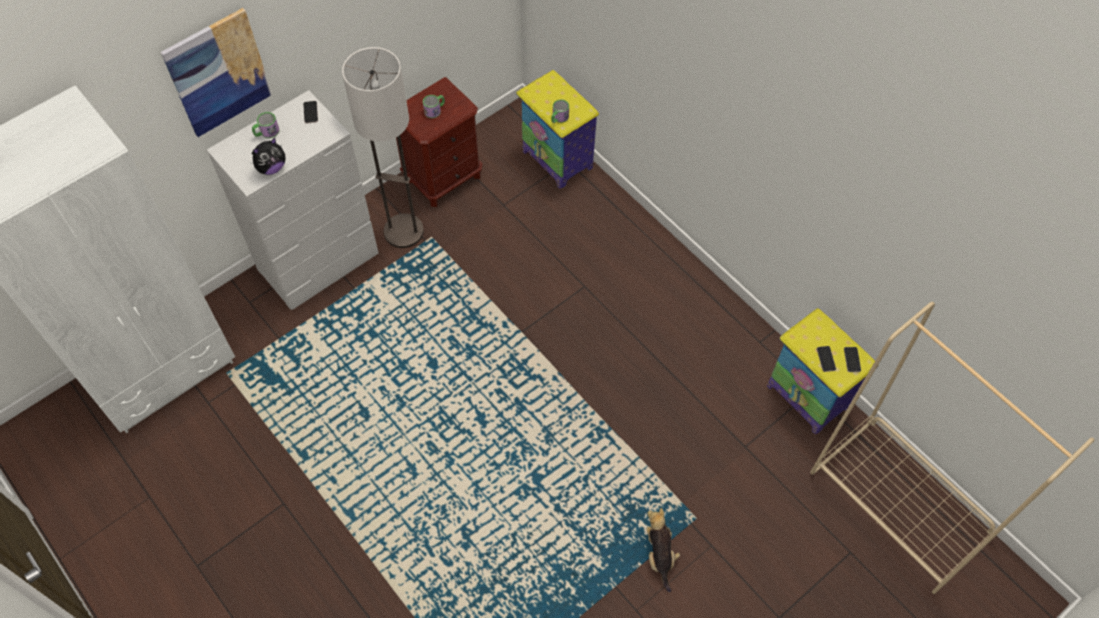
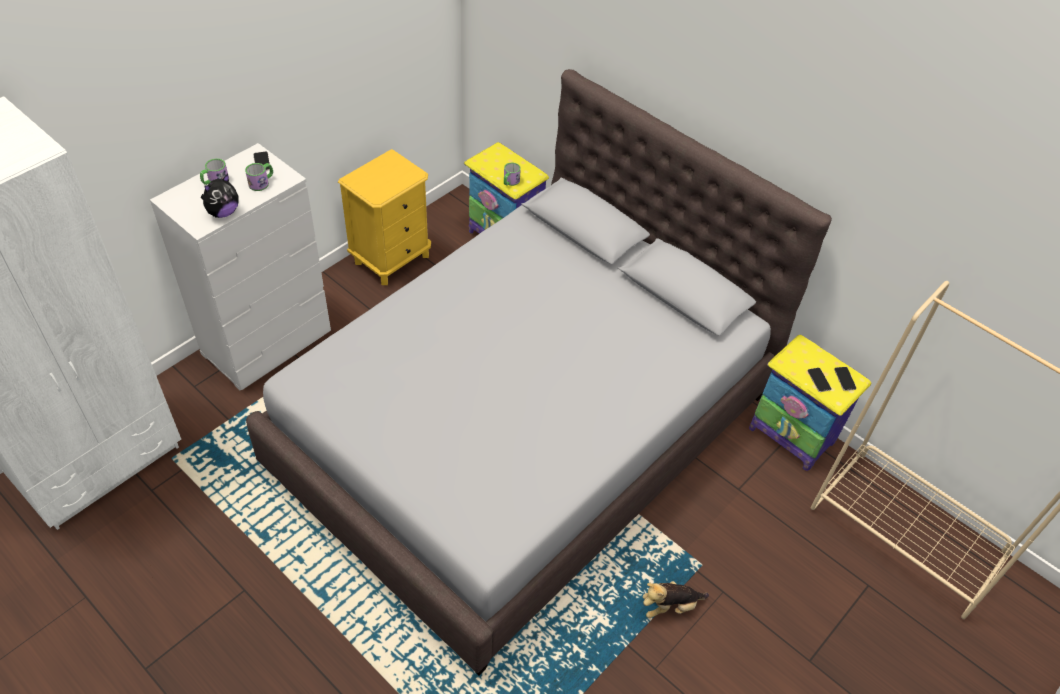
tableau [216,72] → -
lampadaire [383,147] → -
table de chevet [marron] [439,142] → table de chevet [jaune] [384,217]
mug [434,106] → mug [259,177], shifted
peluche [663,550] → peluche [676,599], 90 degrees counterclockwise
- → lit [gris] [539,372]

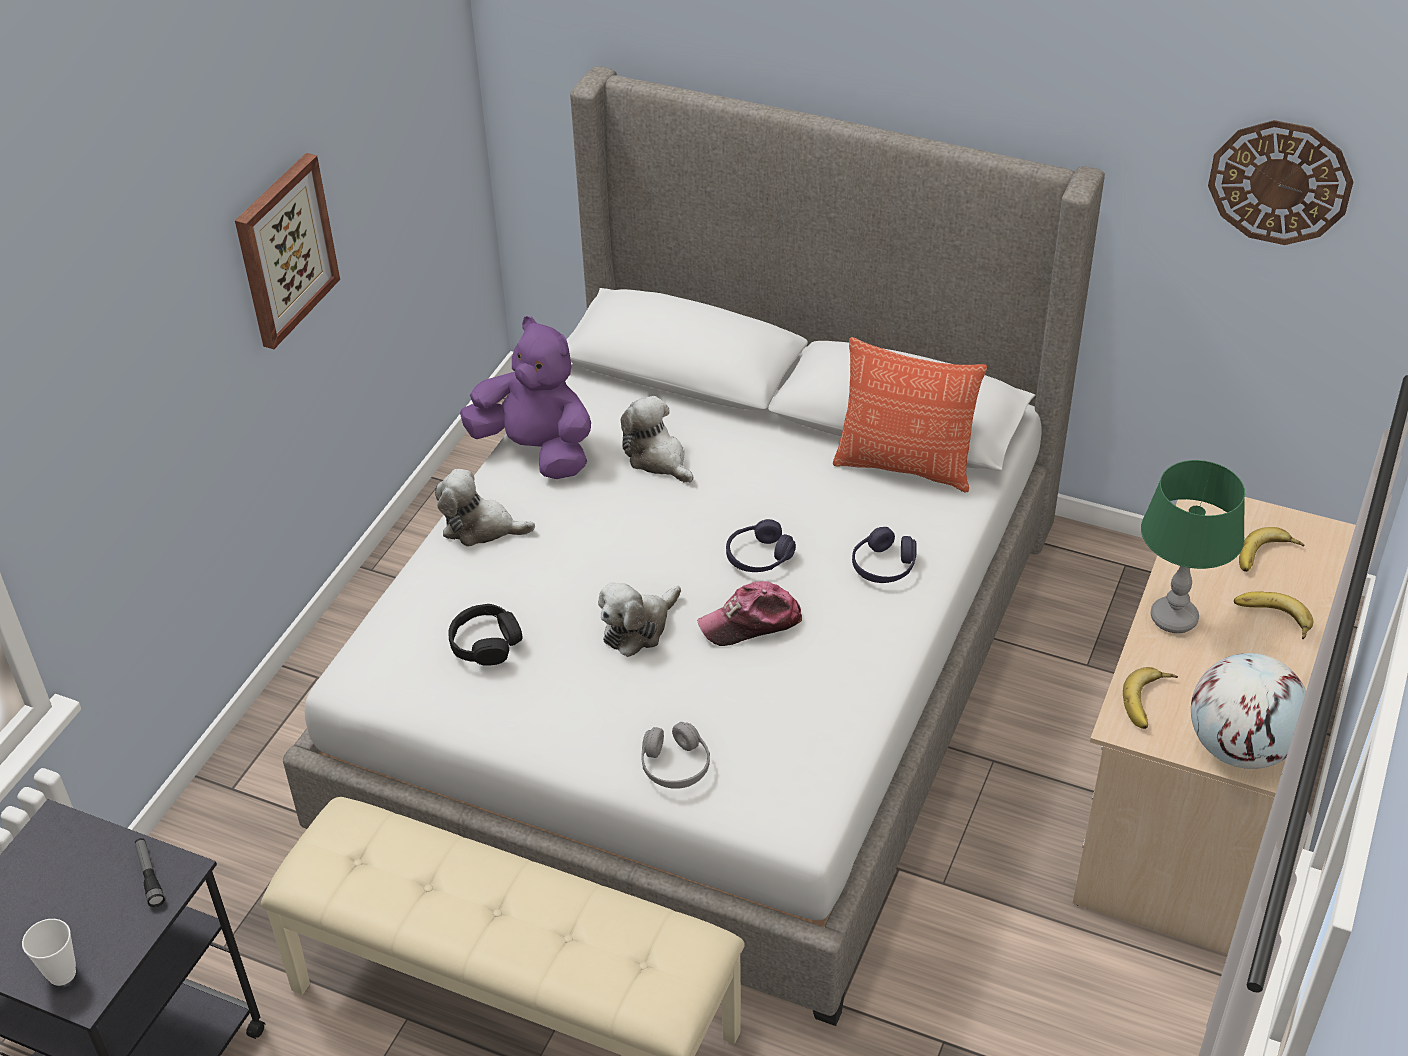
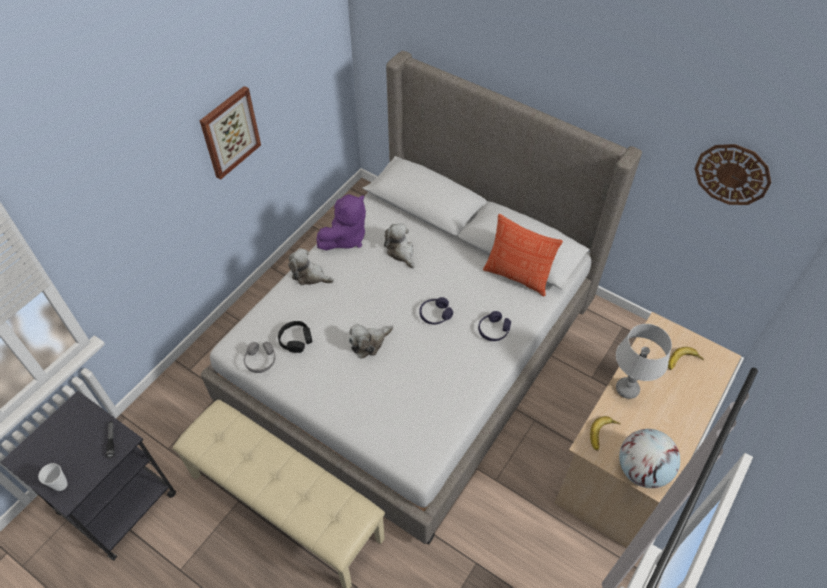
peluche [violet] [525,397] → peluche [violet] [341,222], 90 degrees clockwise
casque audio [gris] [675,755] → casque audio [gris] [259,357], shifted
casquette [749,613] → -
lampe de table [vert] [1193,546] → lampe de table [gris] [644,361]
banane [1273,615] → -

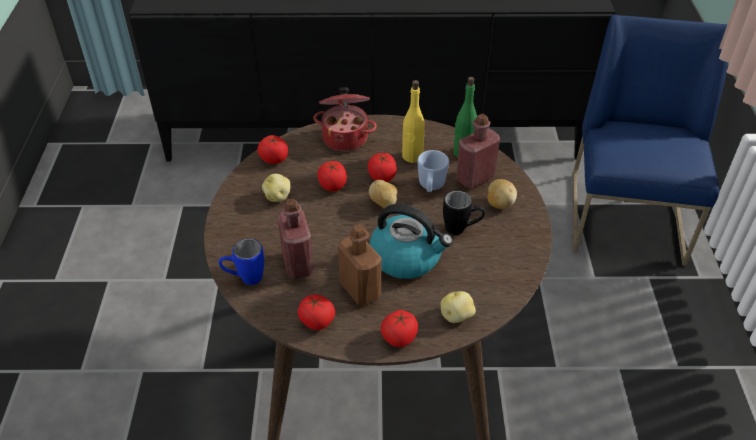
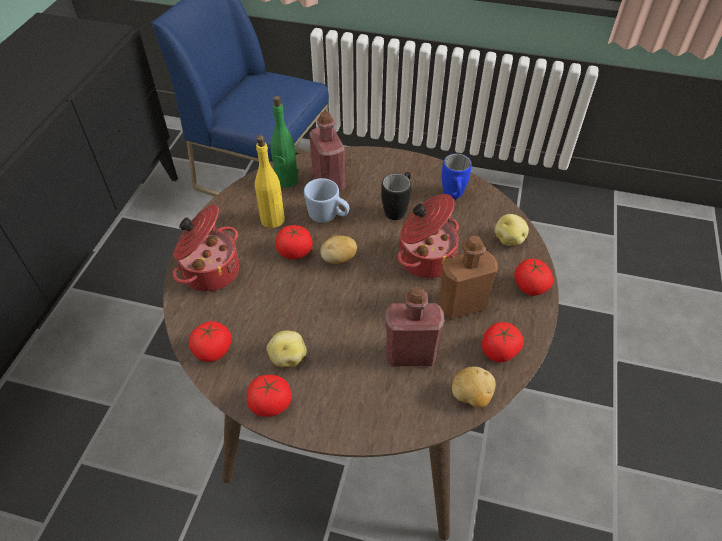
mug [bleu] [241,262] → mug [bleu] [456,176], shifted
tomate [332,176] → tomate [269,396], shifted
bouilloire [411,241] → marmite [428,236]
pomme de terre [502,194] → pomme de terre [474,387], shifted

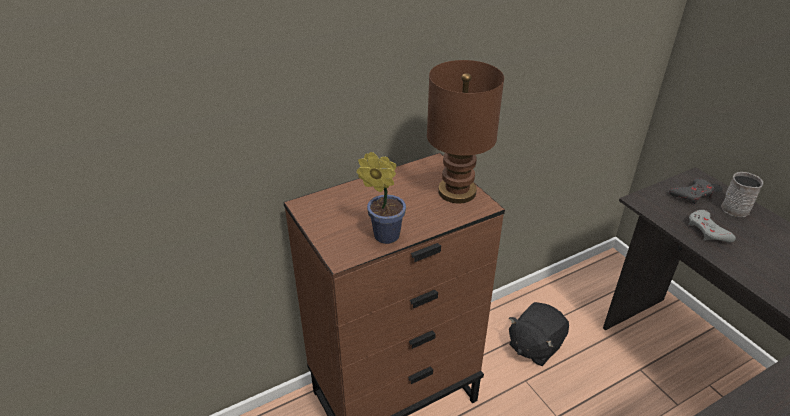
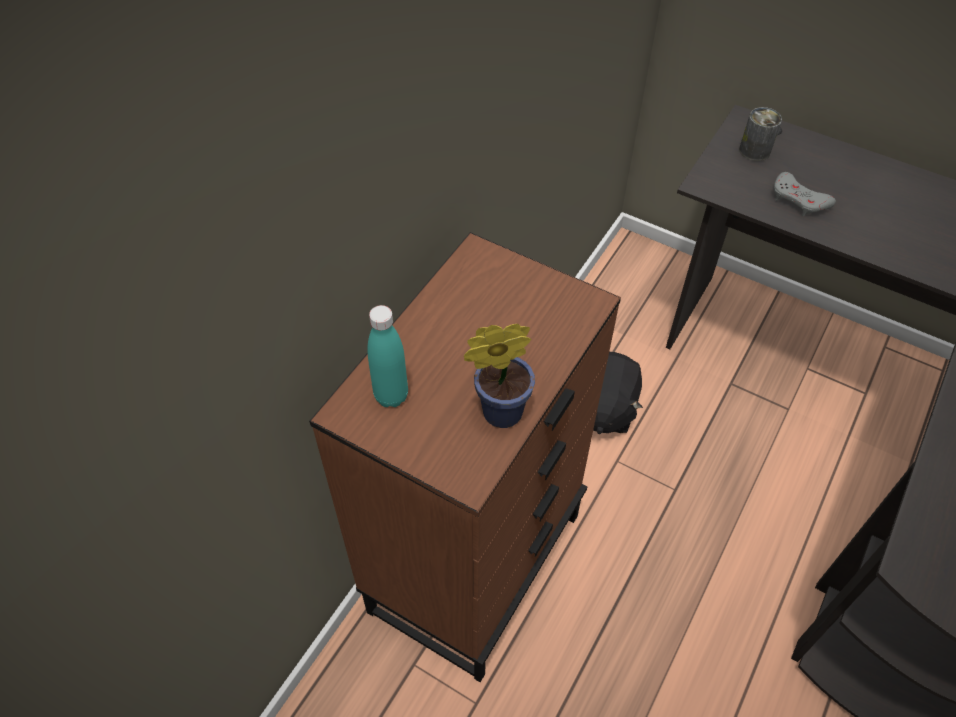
lampe de table [marron] [465,131] → -
manette [gris] [692,191] → boîte métallique [760,134]
mug [gris] [742,194] → -
- → bouteille [turquoise] [387,356]

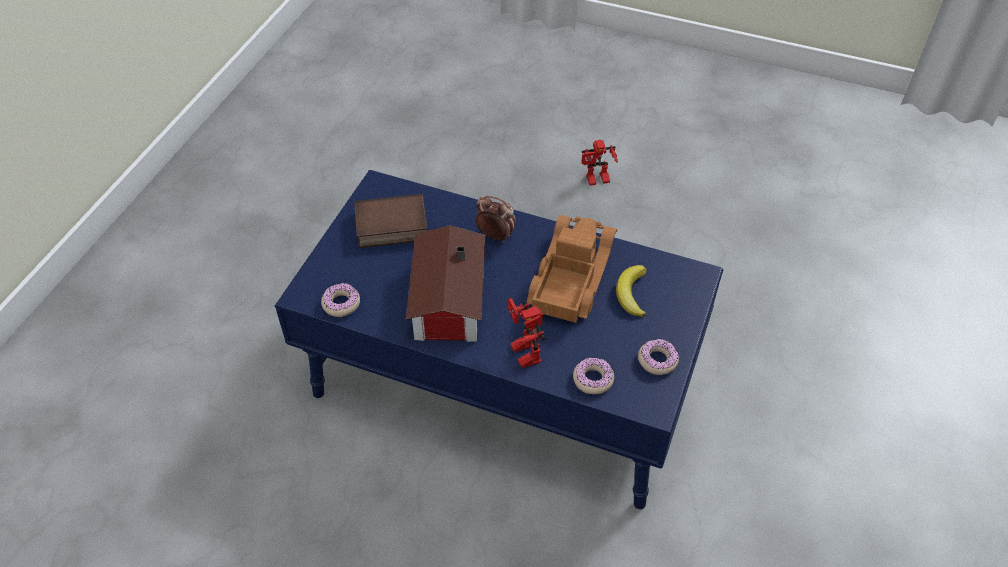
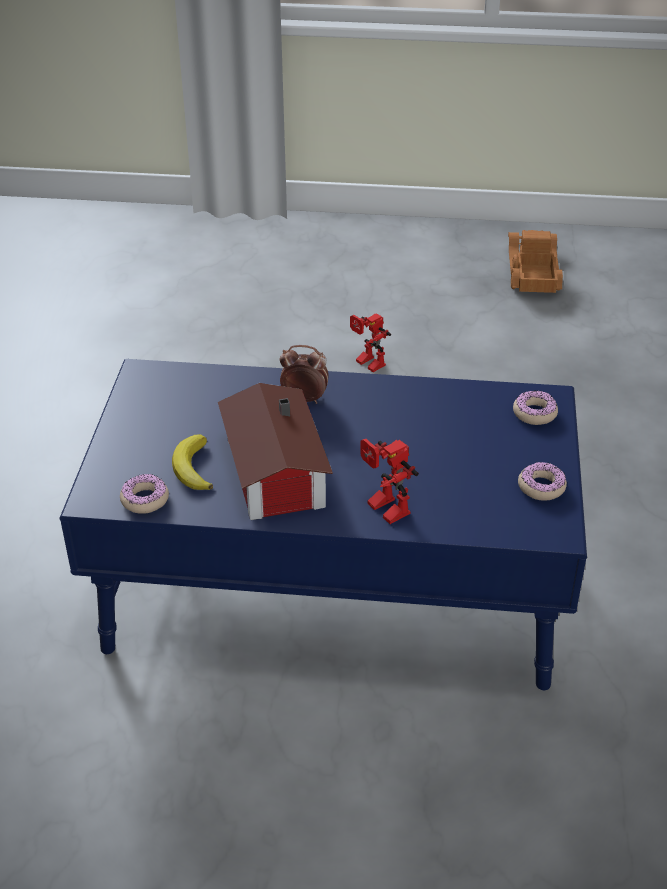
livre [390,221] → -
camion jouet [572,269] → camion jouet [535,261], shifted
beignet [593,375] → beignet [535,408], shifted
robot jouet [599,162] → robot jouet [370,342], 75 degrees clockwise
banane [631,291] → banane [192,462], shifted

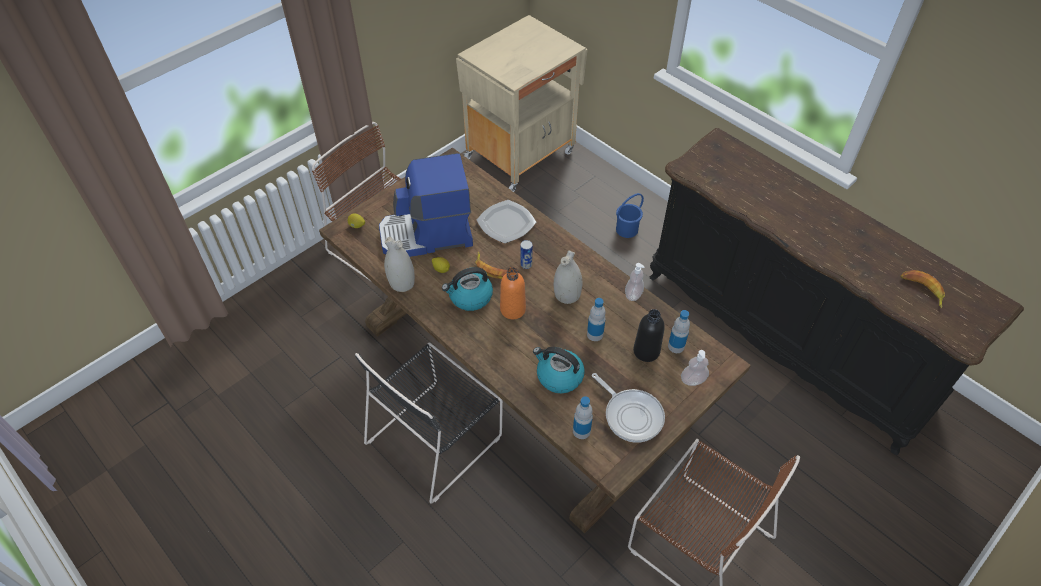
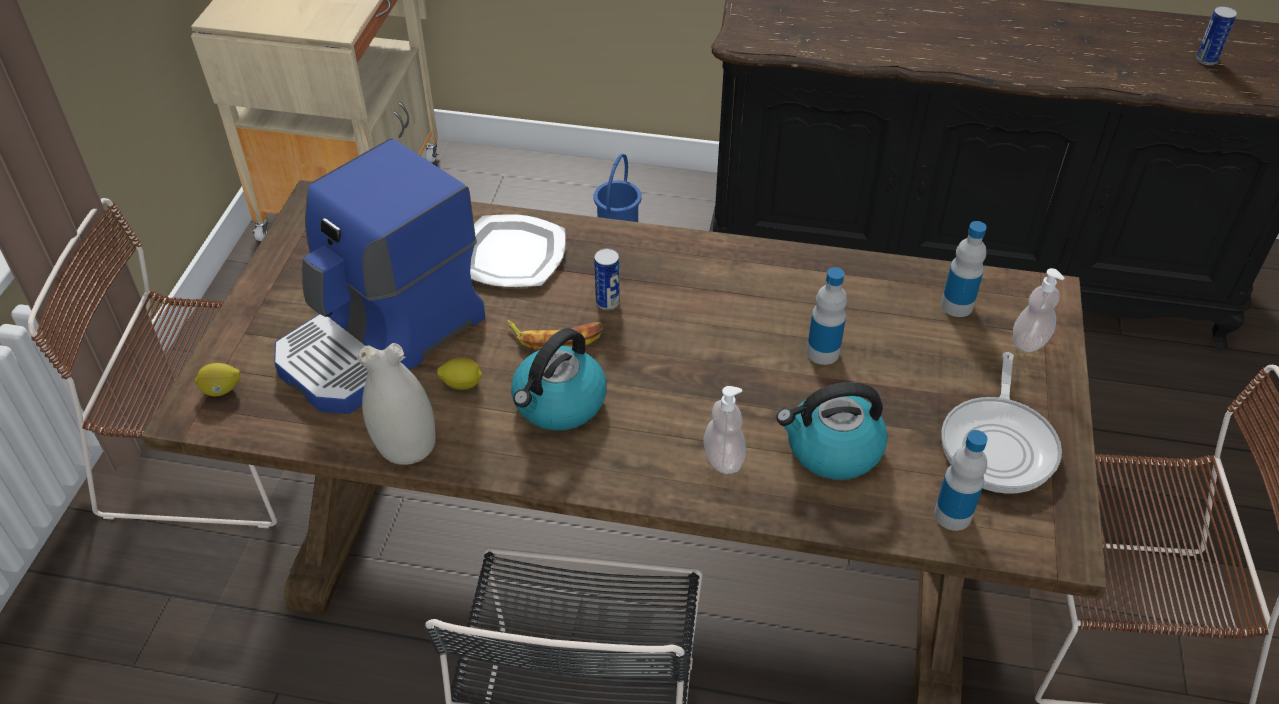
bouteille [orange] [513,293] → -
vase [blanc] [568,277] → -
poêle [628,408] → poêle [1001,423], 90 degrees clockwise
distributeur de savon [634,282] → distributeur de savon [725,430], shifted
bouteille [noir] [649,335] → -
banane [922,289] → boîte métallique [1216,35]

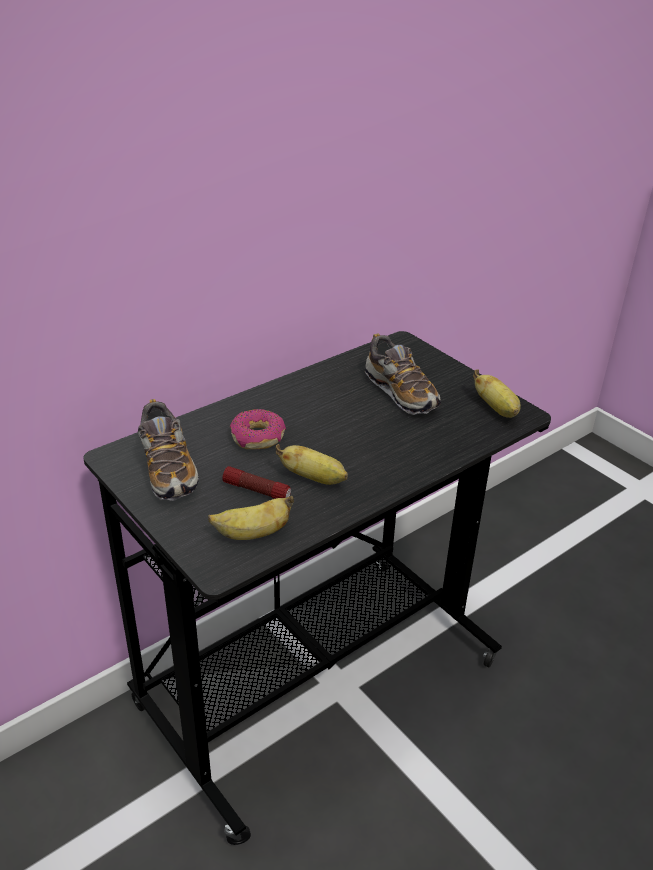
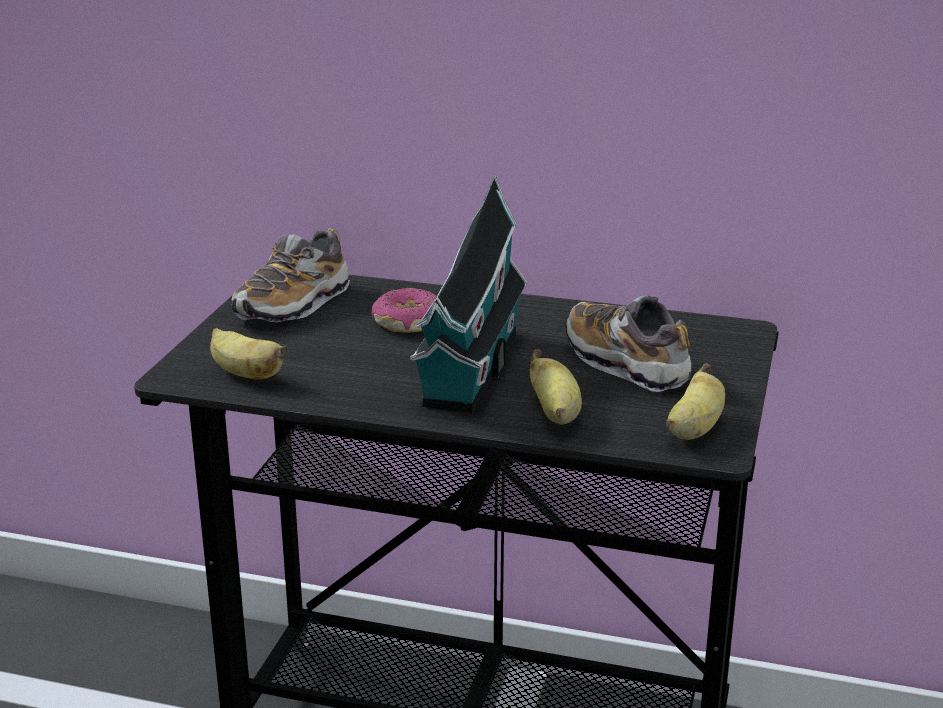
lampe de poche [256,482] → -
banane [312,464] → banane [556,387], shifted
chaussure [403,374] → chaussure [628,343], 120 degrees clockwise
- → maison miniature [468,294]

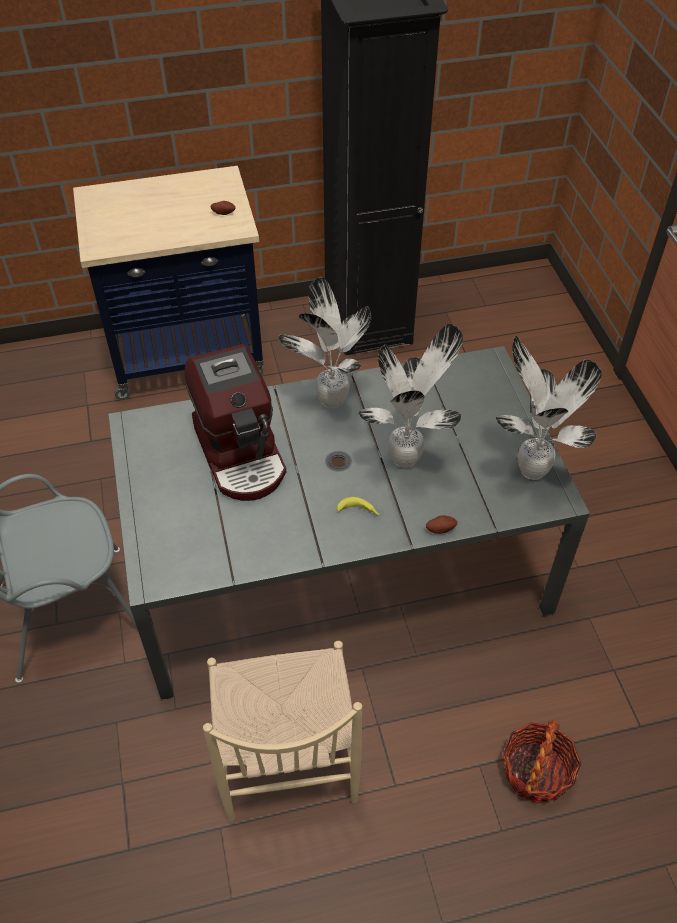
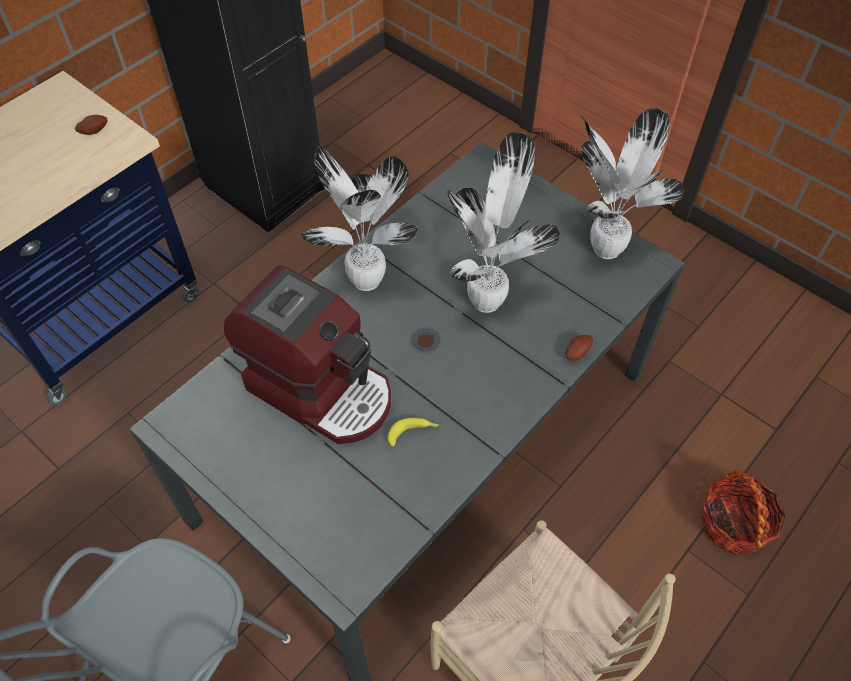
banane [358,506] → banane [413,432], shifted

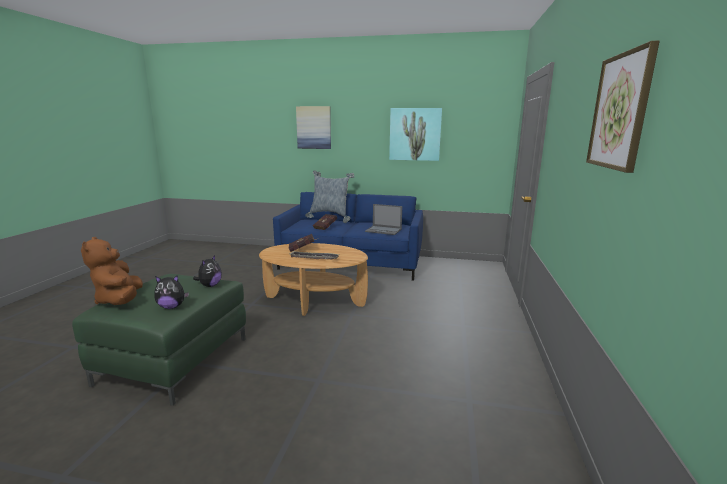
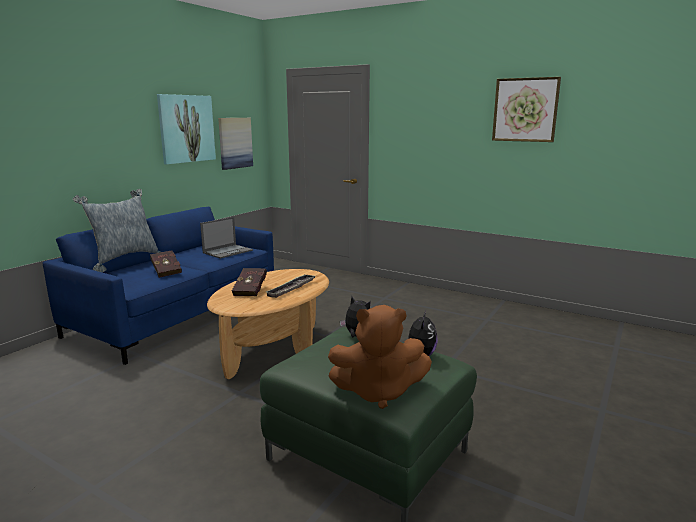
tableau [313,127] → tableau [235,144], shifted

